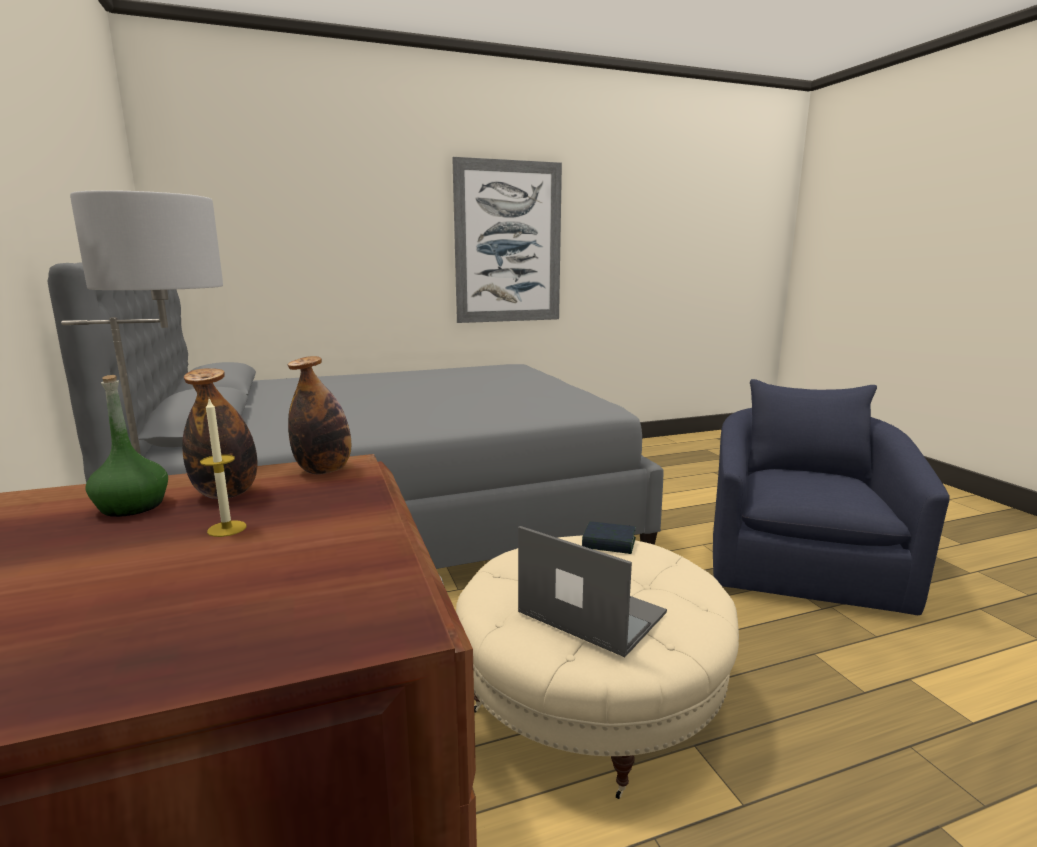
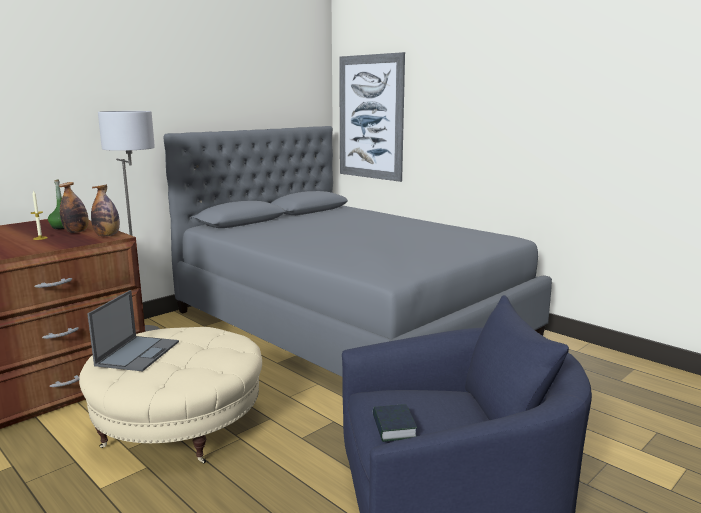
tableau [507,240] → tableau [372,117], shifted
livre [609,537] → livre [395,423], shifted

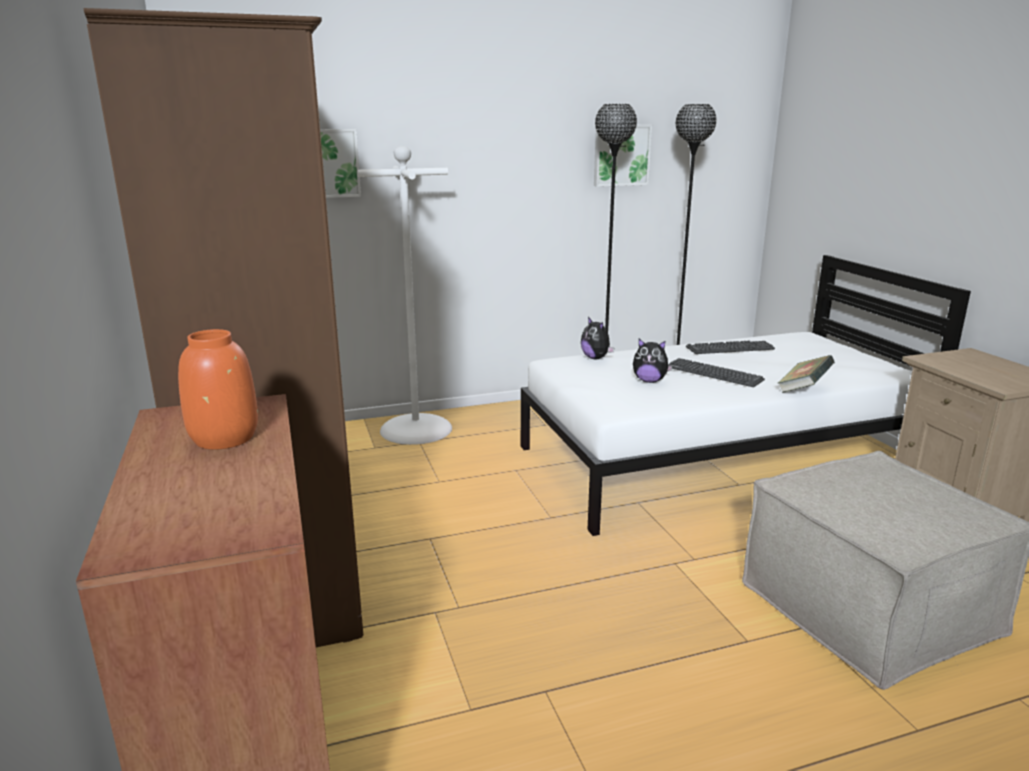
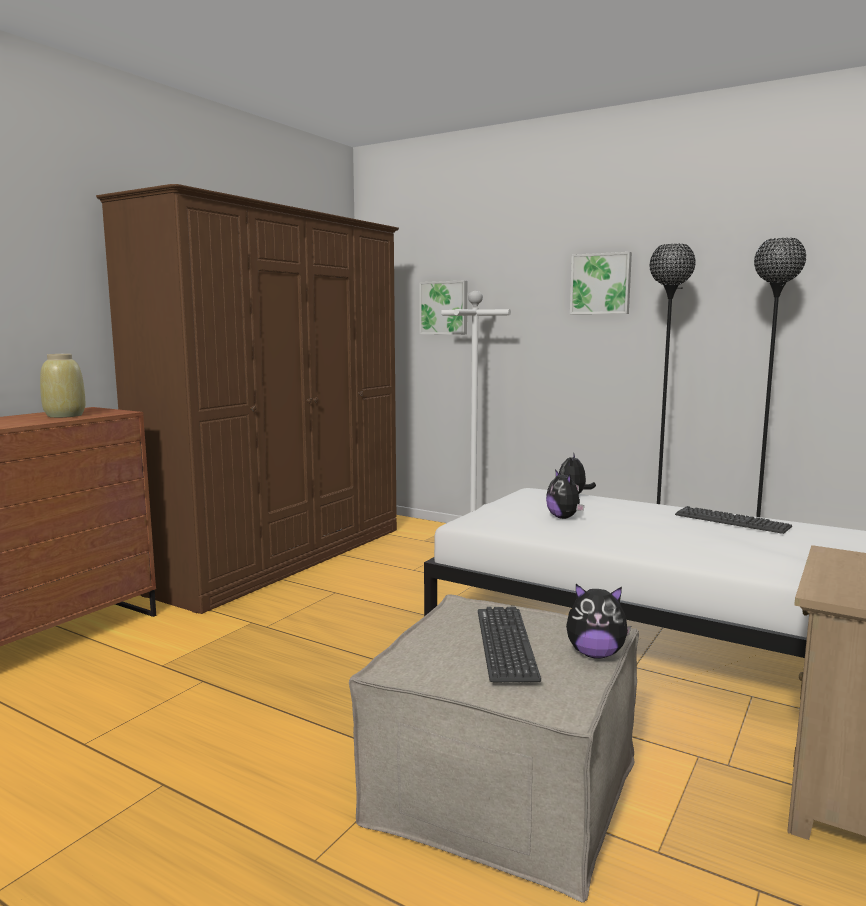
vase [orange] [218,389] → vase [beige] [62,386]
tableau [623,156] → tableau [601,283], shifted
clavier [716,372] → clavier [509,644], shifted
livre [806,374] → -
- → peluche [598,621]

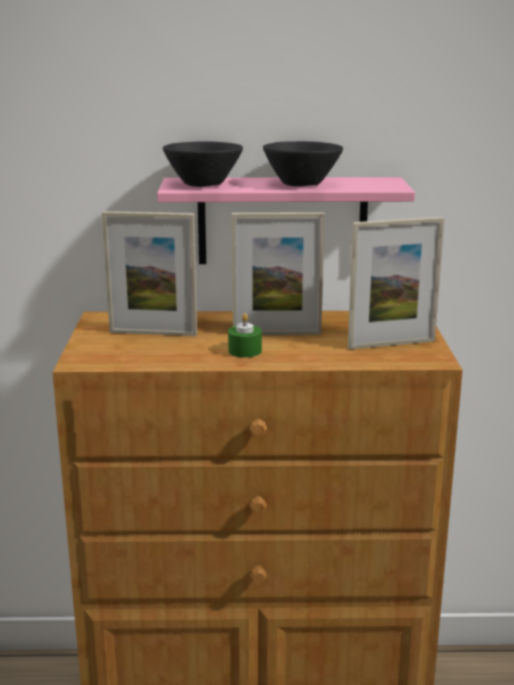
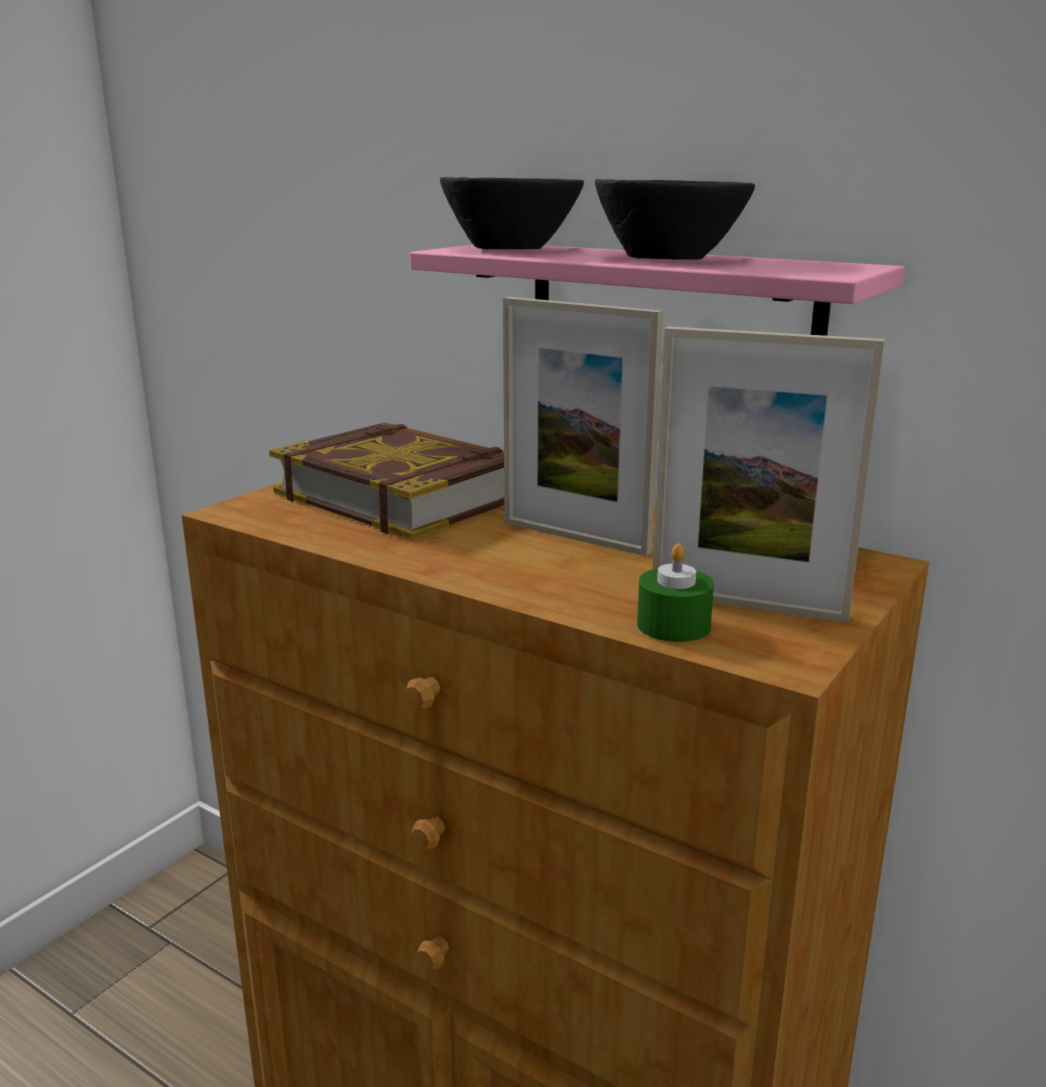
cadre photo [149,273] → livre [386,481]
bougie [vert] [245,335] → bougie [vert] [675,593], shifted

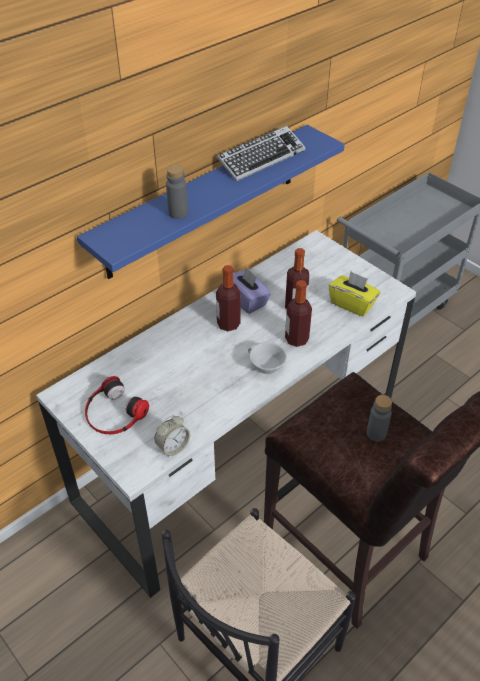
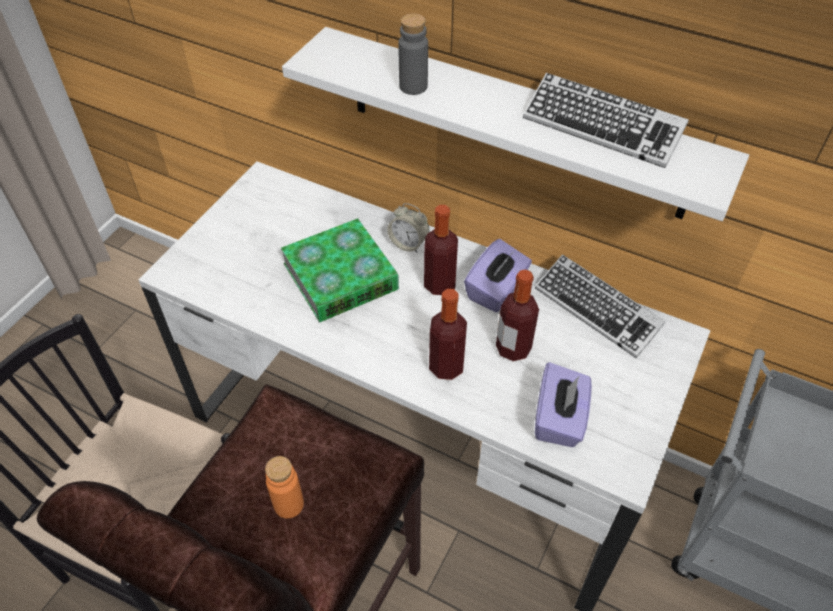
étagère [bleu] [211,202] → étagère [blanc] [515,124]
casque audio [117,405] → -
réveil [172,436] → réveil [408,228], shifted
tasse [blanc] [267,358] → -
boîte à mouchoirs [jaune] [355,293] → boîte à mouchoirs [violet] [563,404]
bouteille [gris] [379,418] → bouteille [orange] [284,487]
- → livre [340,270]
- → clavier [600,306]

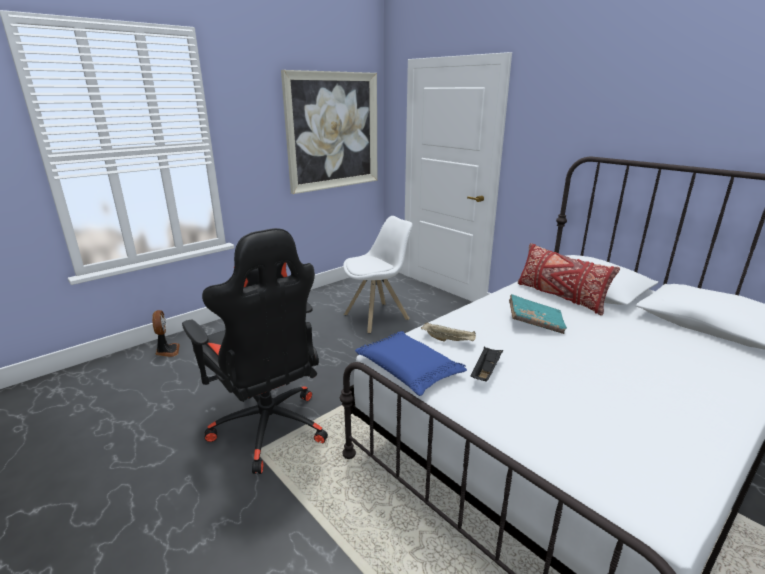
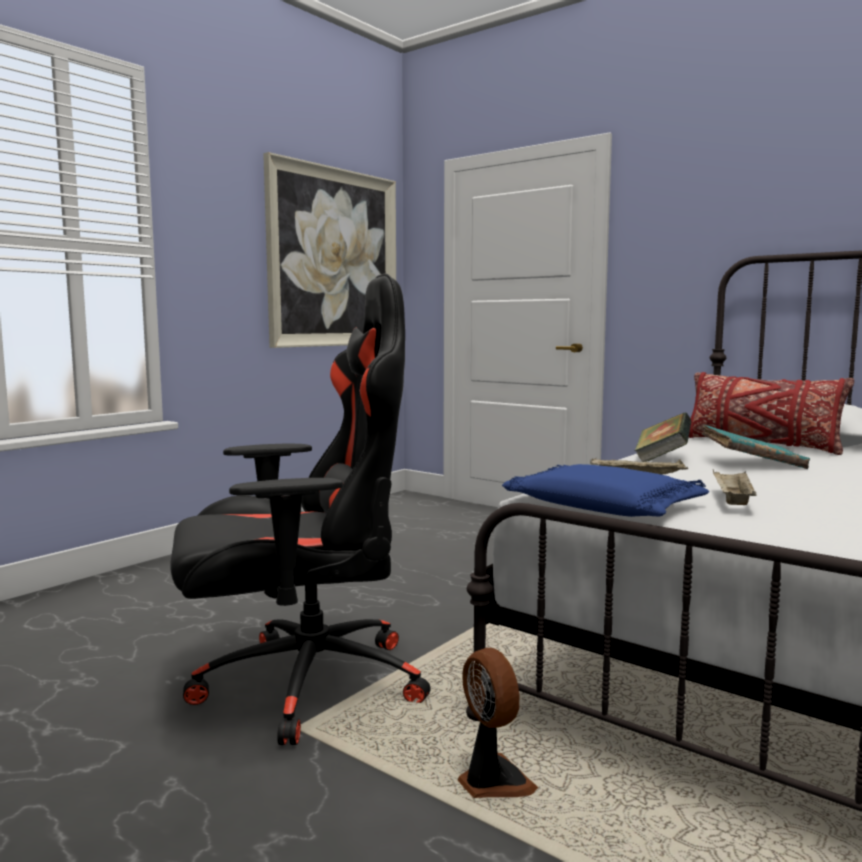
ventilateur [166,333] → ventilateur [497,723], shifted
chaise de bureau [noir] [255,351] → chaise de bureau [noir] [300,509], 60 degrees counterclockwise
chaise [blanc] [378,274] → -
plateau [noir] [486,364] → plateau [beige] [735,487]
- → livre [663,437]

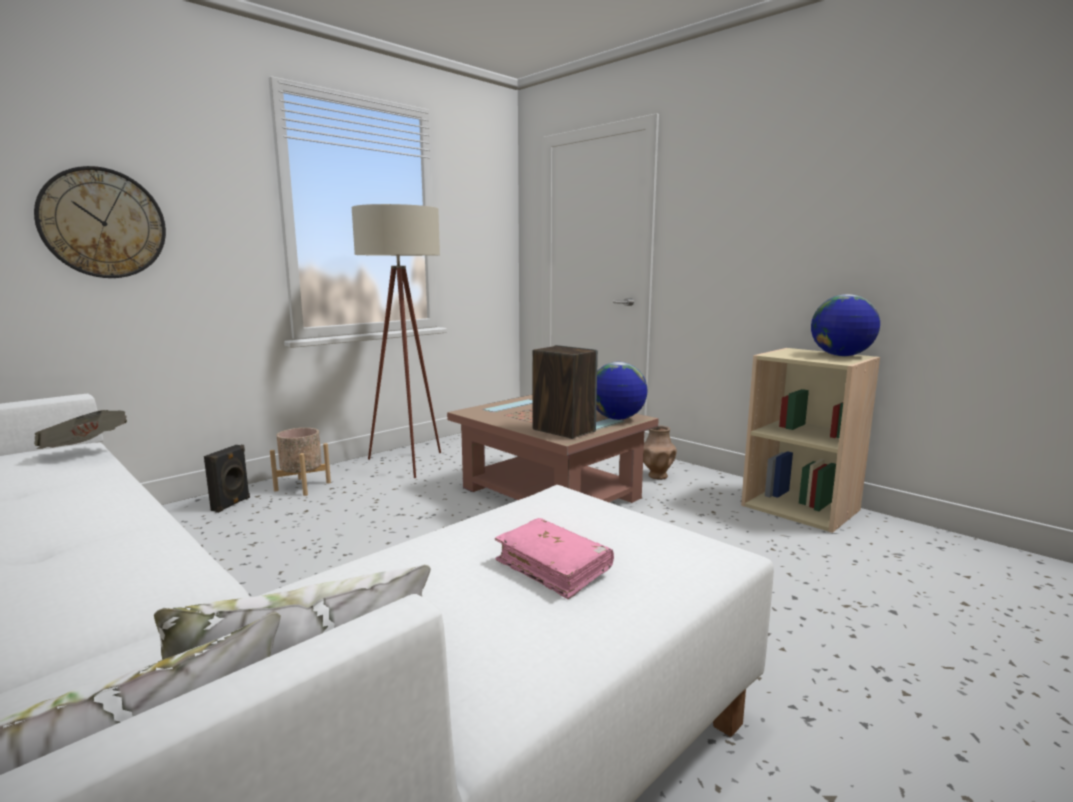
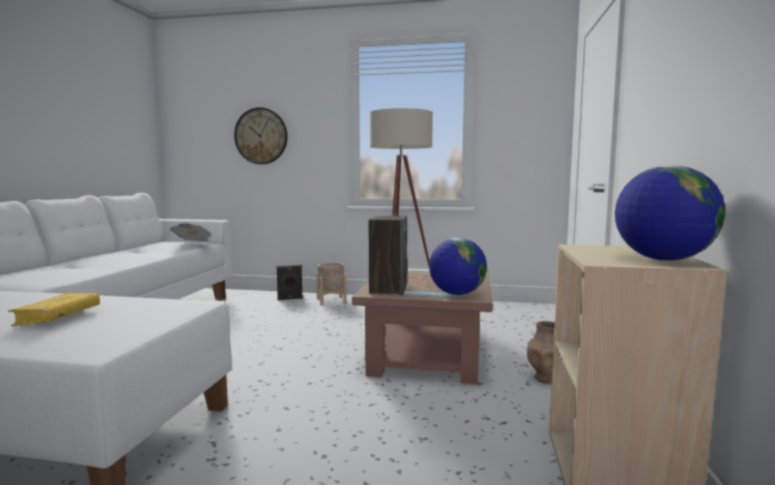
livre [rose] [554,558] → livre [jaune] [54,309]

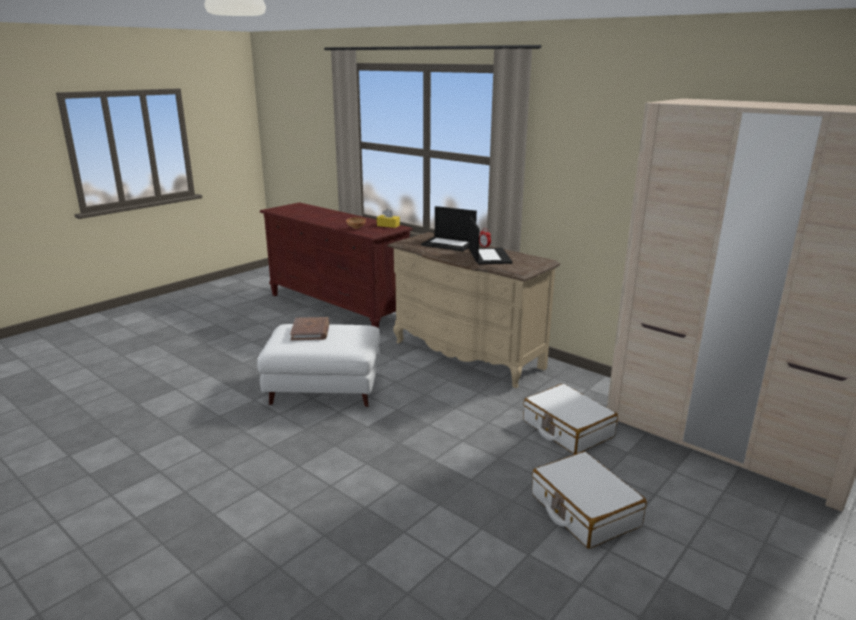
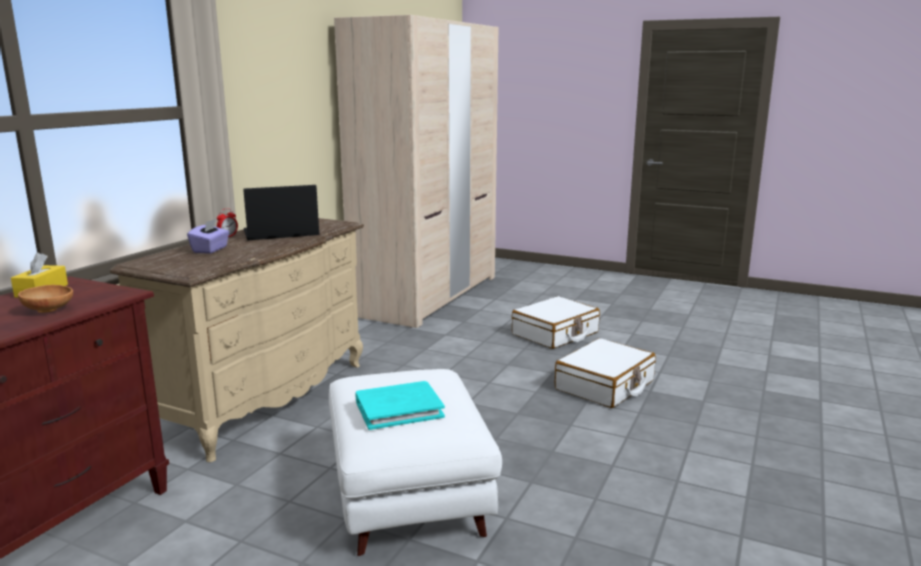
livre [marron] [310,328] → livre [turquoise] [400,405]
ordinateur portable [449,228] → boîte à mouchoirs [violet] [208,236]
valise [blanc] [570,419] → valise [blanc] [605,373], shifted

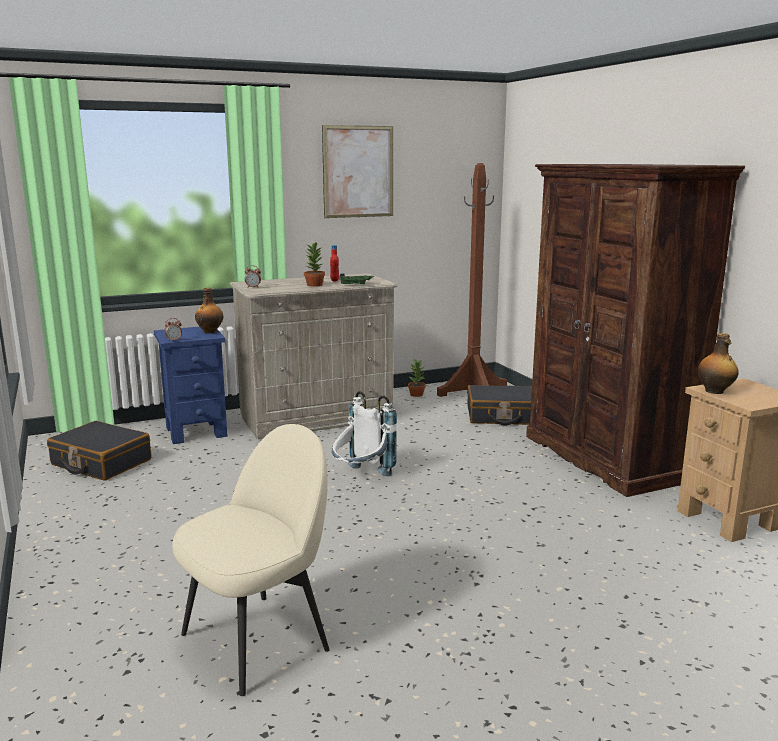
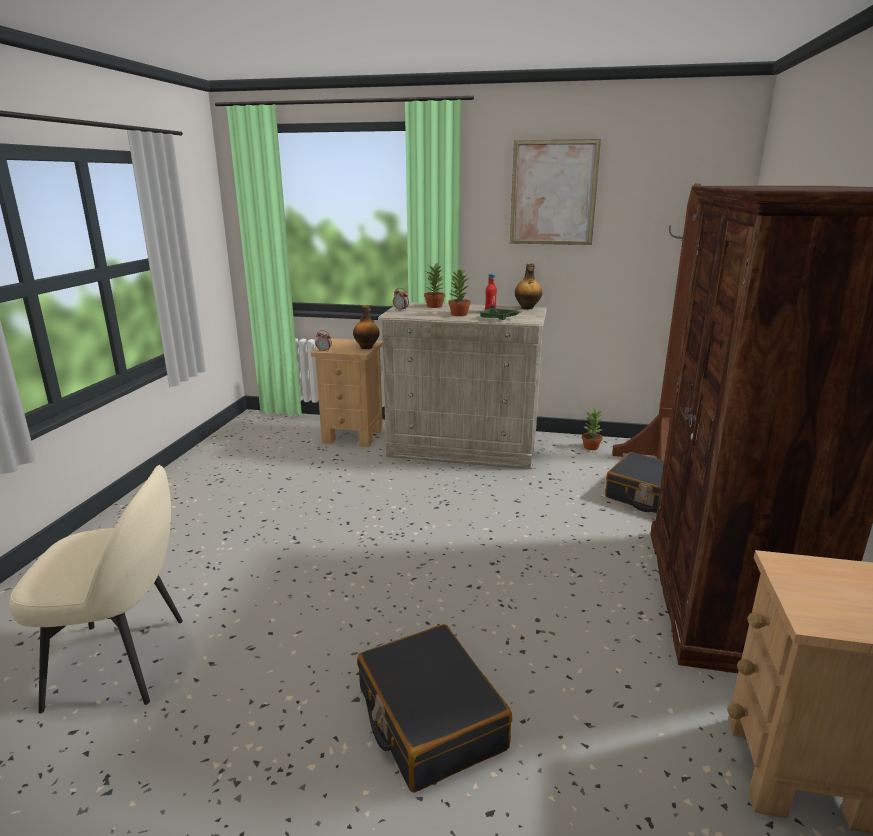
valise [noir] [99,451] → valise [noir] [434,708], shifted
table de chevet [bleu] [191,385] → table de chevet [beige] [347,392]
sac à dos [blanc] [364,433] → -
bouteille [718,363] → bouteille [528,286], shifted
- → plante en pot [434,285]

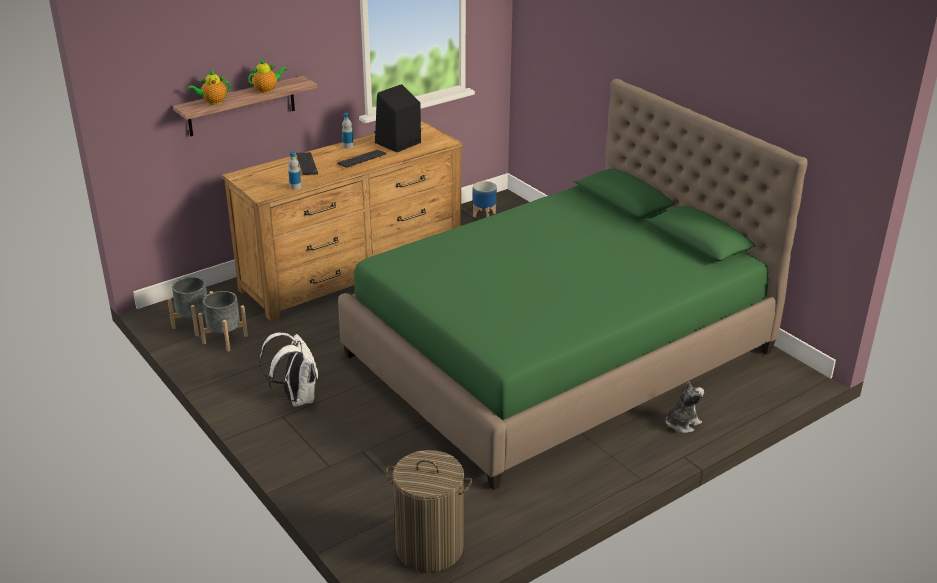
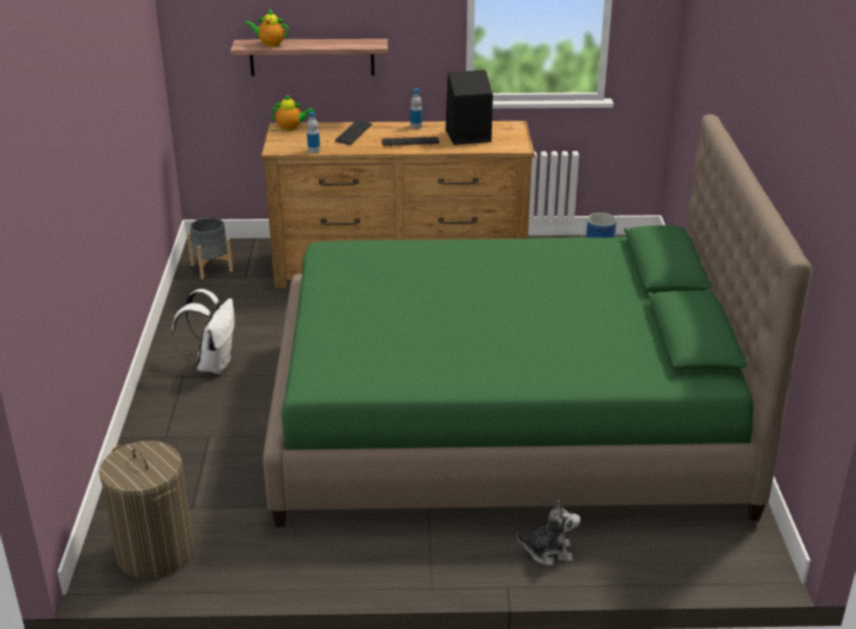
cache-pot [gris] [223,321] → -
théière [267,76] → théière [293,112], shifted

